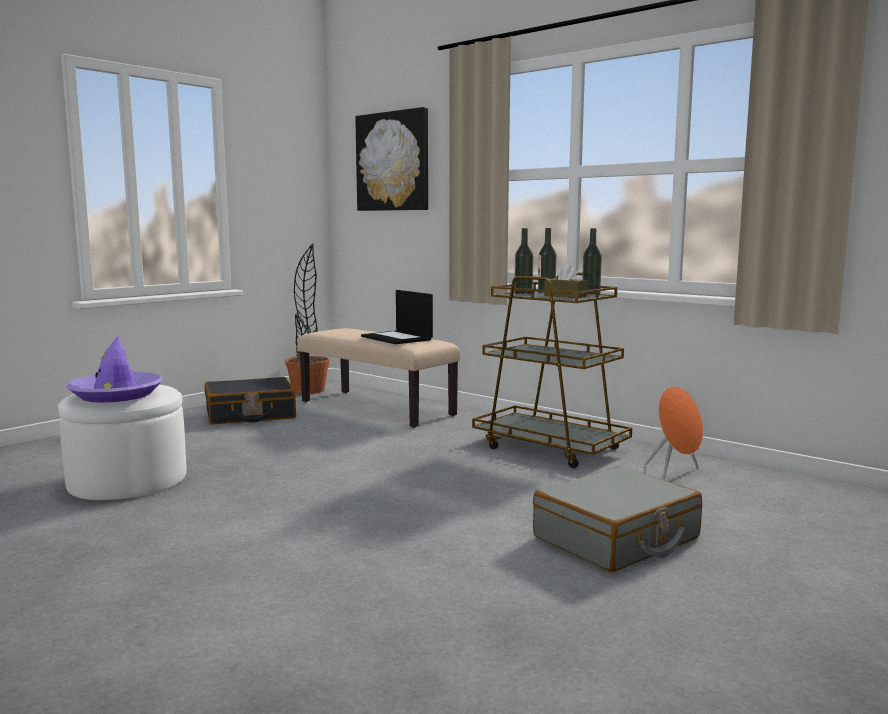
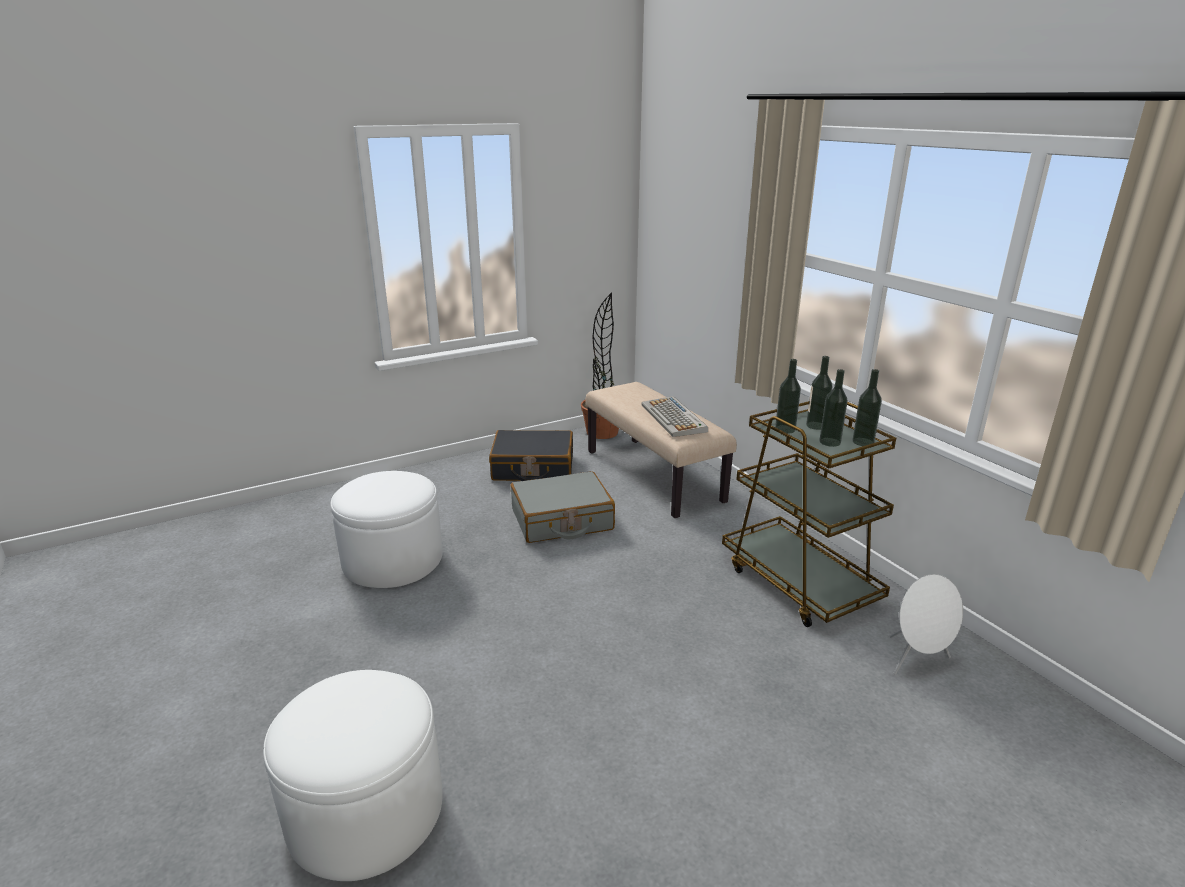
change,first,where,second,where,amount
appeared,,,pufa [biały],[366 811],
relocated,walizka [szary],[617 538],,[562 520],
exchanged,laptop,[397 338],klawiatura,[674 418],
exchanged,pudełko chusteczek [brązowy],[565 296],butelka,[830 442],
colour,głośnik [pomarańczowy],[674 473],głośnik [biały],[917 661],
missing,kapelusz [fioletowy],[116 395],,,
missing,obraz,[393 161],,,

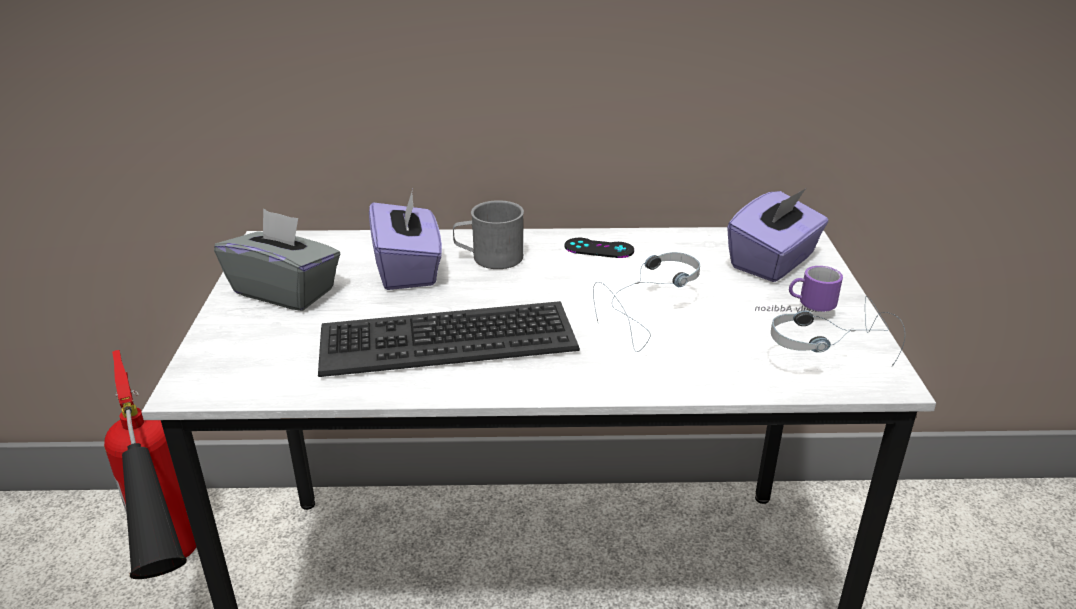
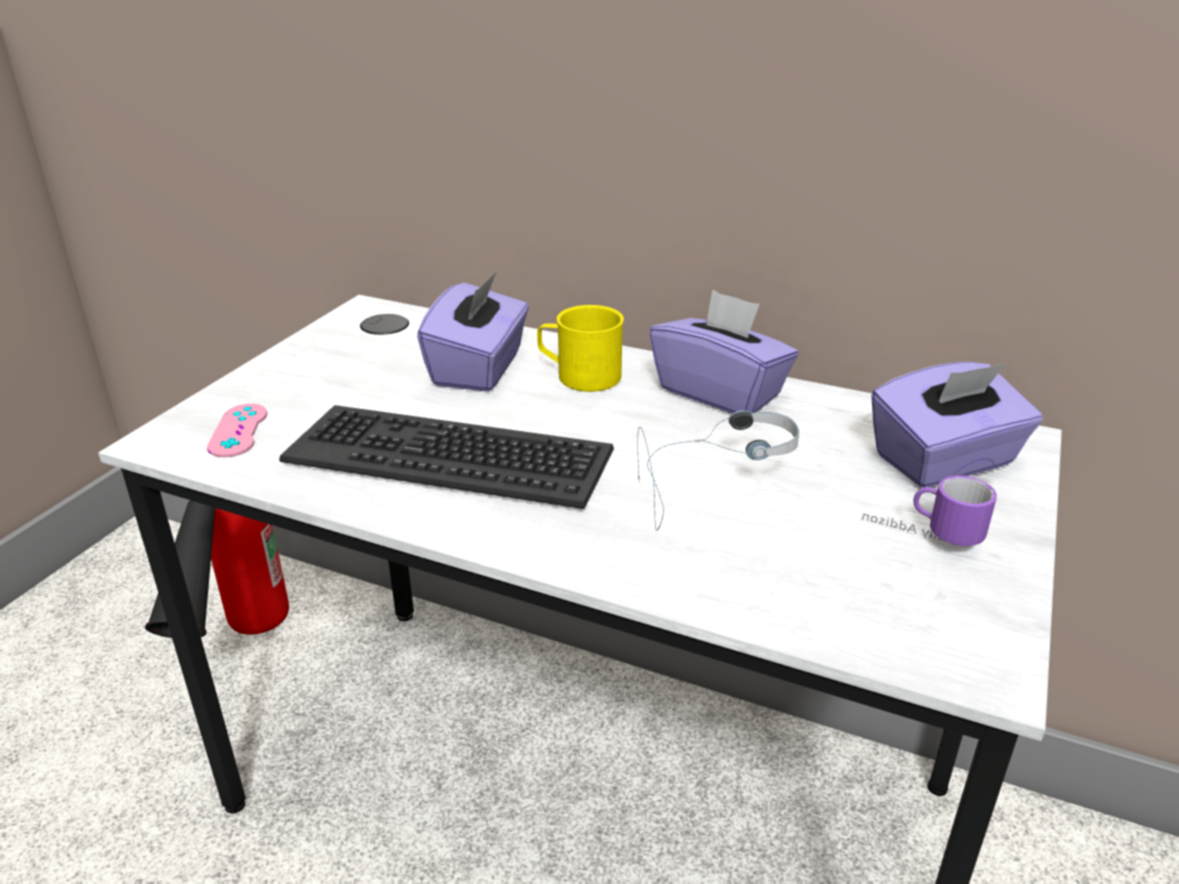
change,first,where,second,where,amount
appeared,,,pad do gier [różowy],[238 431],
colour,kubek [szary],[489 258],kubek [żółty],[579 375],
exchanged,pad do gier [czarny],[599 248],pudełko chusteczek [fioletowy],[720 392],
missing,pudełko chusteczek [szary],[285 291],,,
missing,słuchawki,[820 351],,,

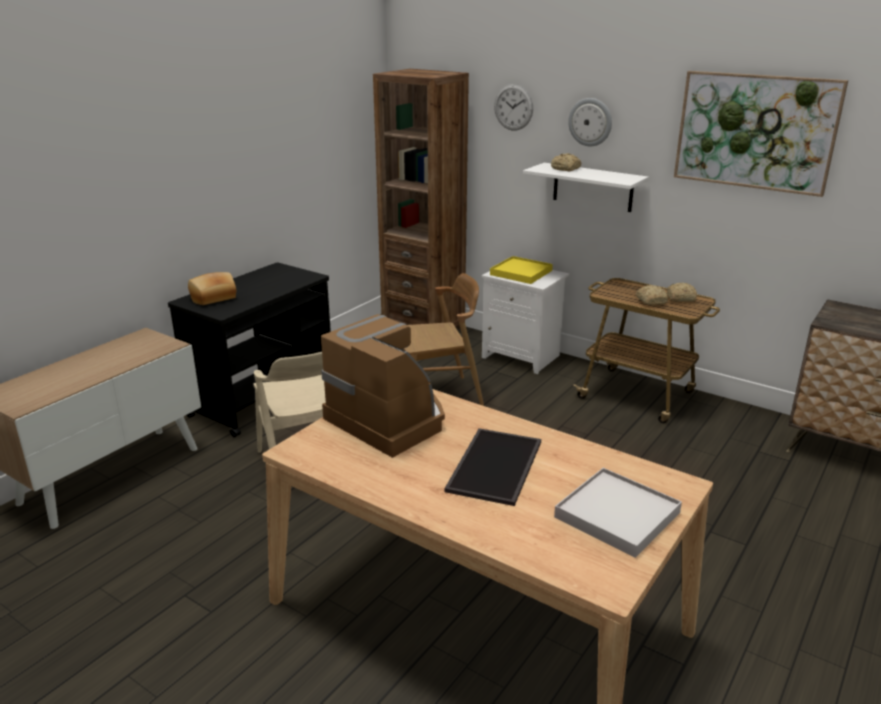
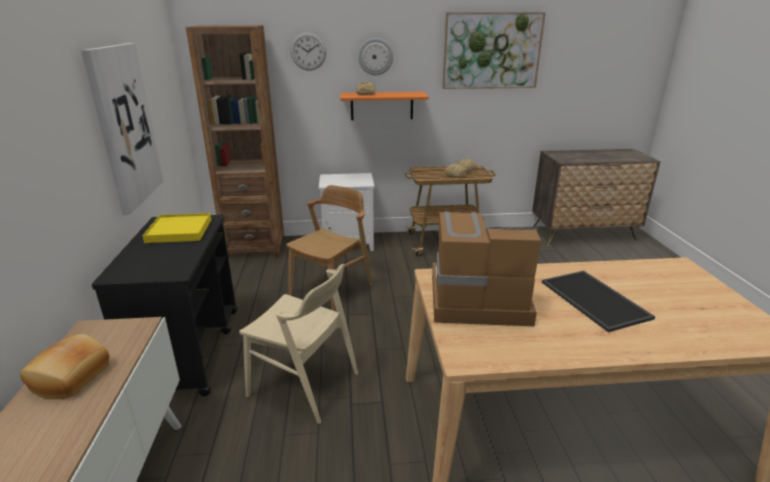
change,first,where,second,where,amount
relocated,chleb,[213 298],,[72 378],
appeared,,,obraz,[125 126],
relocated,taca [żółty],[521 272],,[179 231],
colour,półka [biały],[592 187],półka [pomarańczowy],[382 106],
missing,taca [biały],[617 515],,,

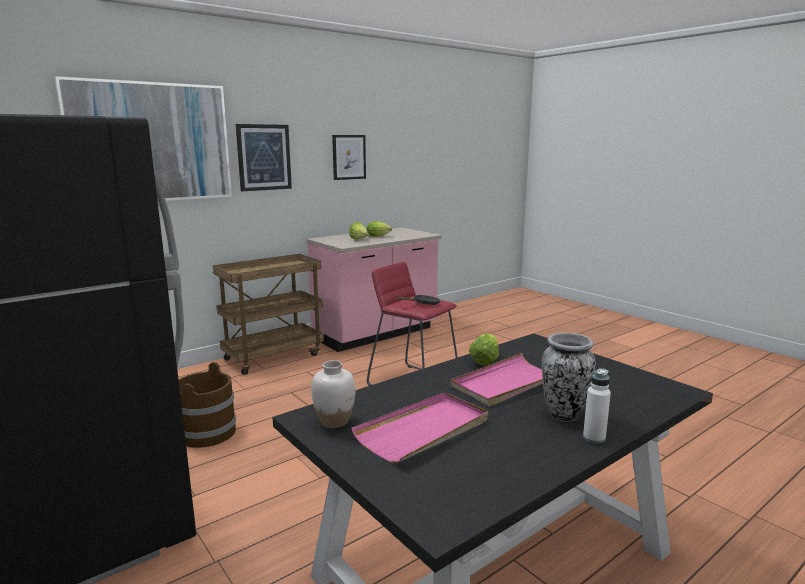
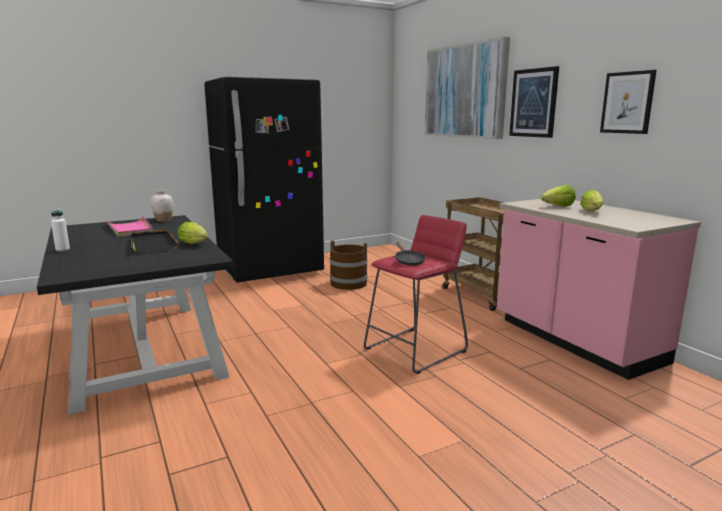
change,first,where,second,where,amount
colour,taca [różowy],[507 383],taca [czarny],[153 244],
missing,wazon,[564 414],,,

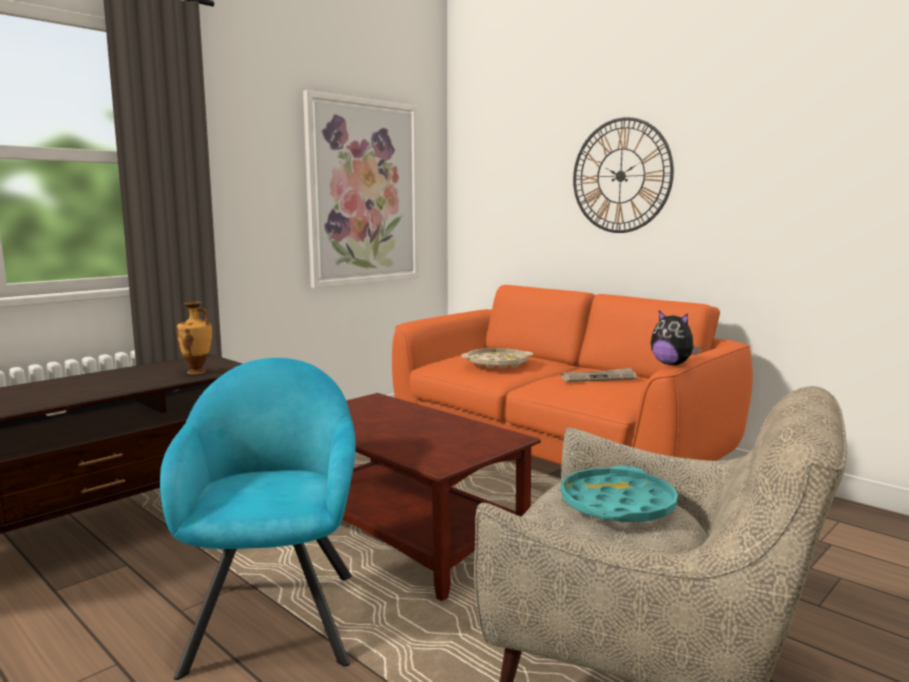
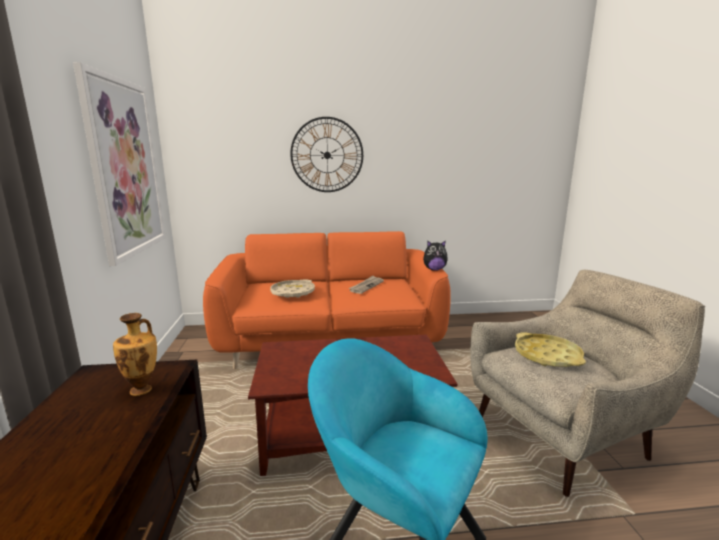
change,first,where,second,where,amount
colour,taca [turkusowy],[617 505],taca [żółty],[547 356],

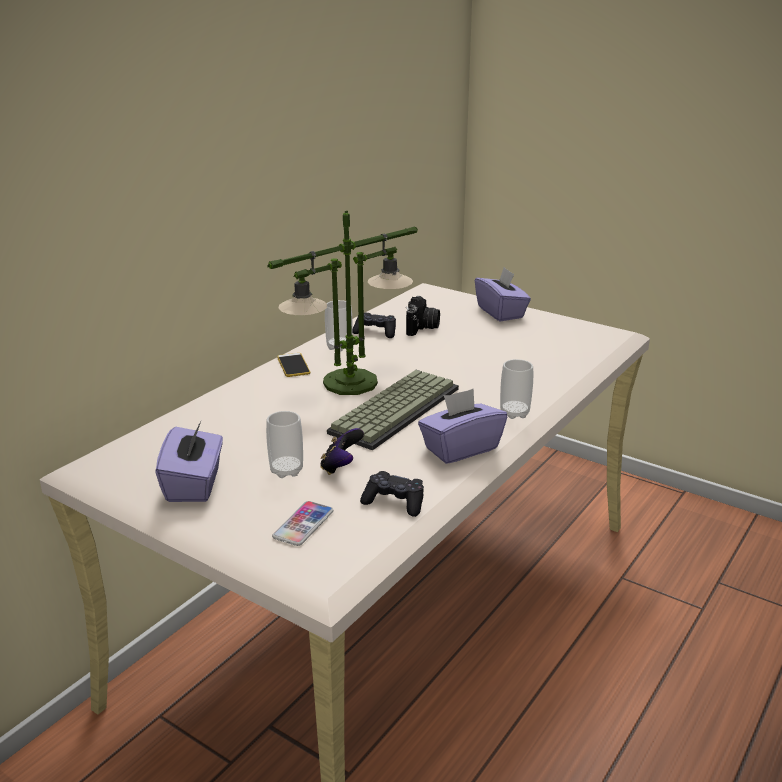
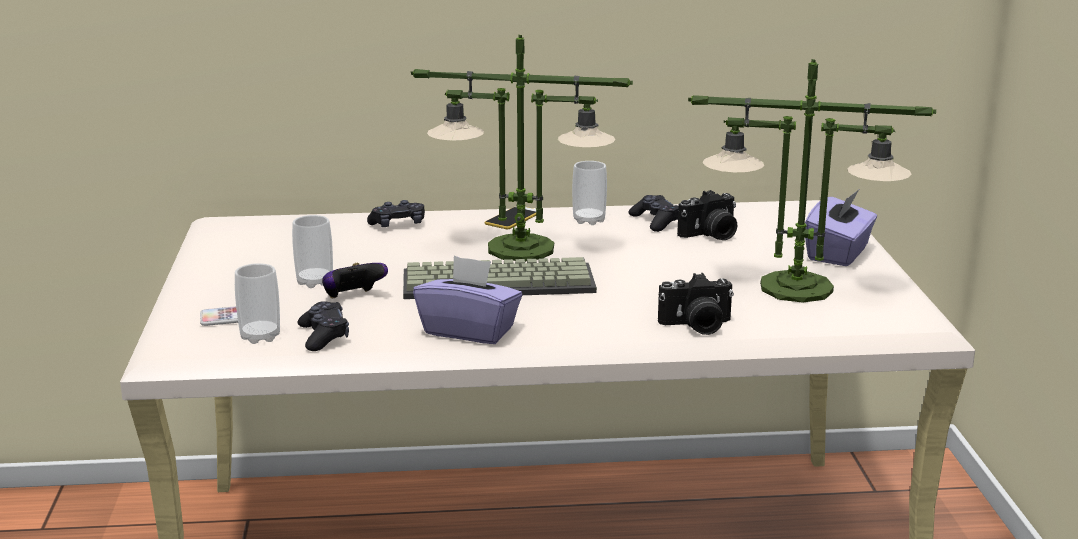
change,first,where,second,where,amount
relocated,filiżanka,[514 413],,[260 336],
appeared,,,pad do gier [czarny],[398 225],
appeared,,,aparat fotograficzny,[697 326],
appeared,,,lampa stołowa,[797 288],
missing,pudełko chusteczek [fioletowy],[194 484],,,

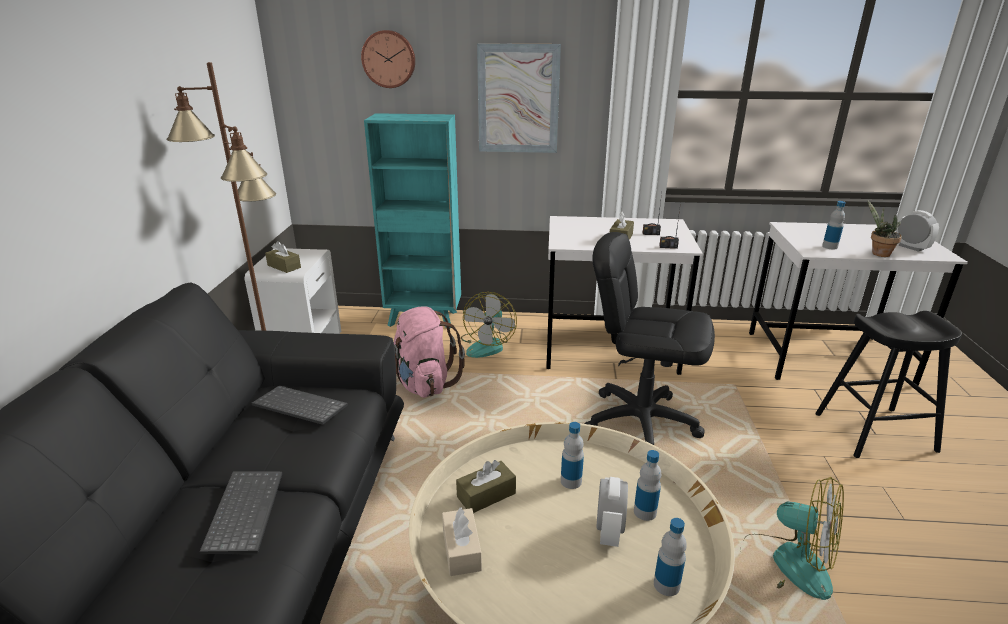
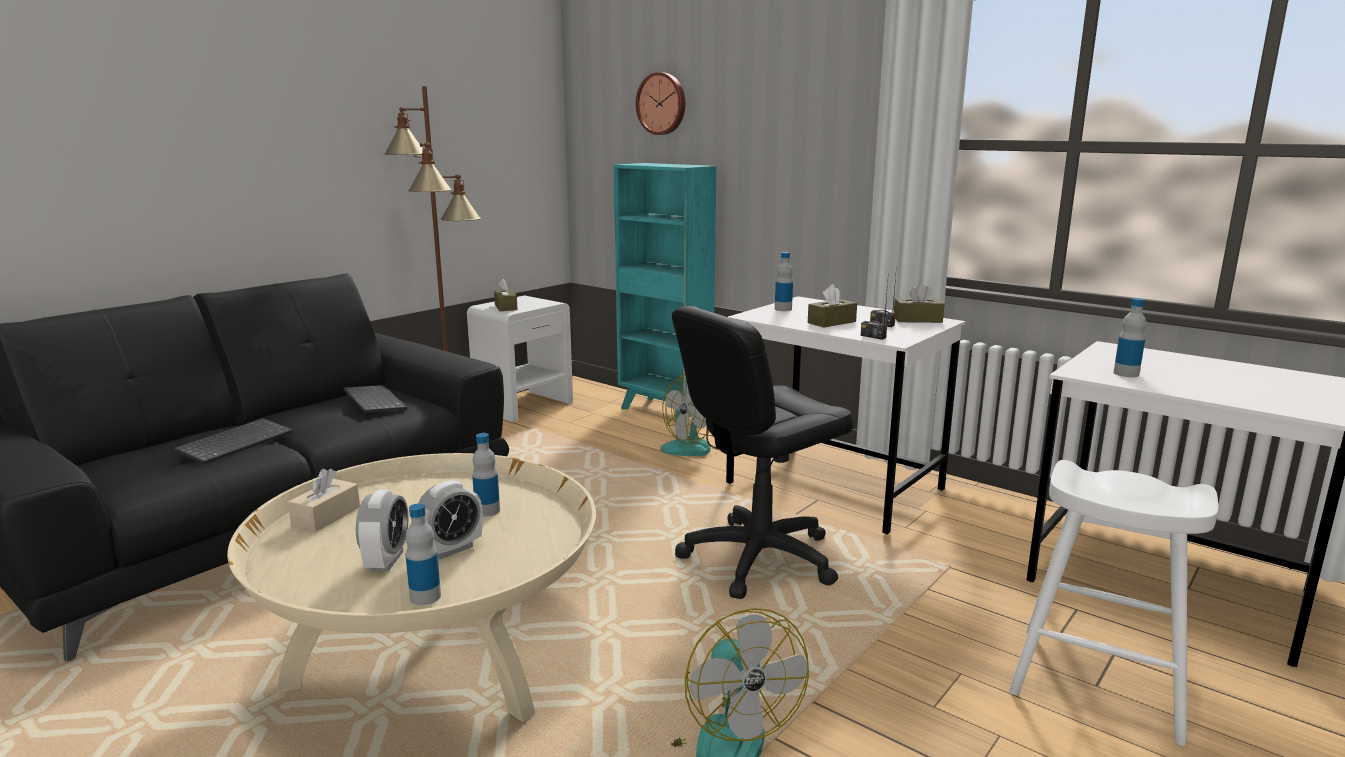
change,first,where,second,where,amount
relocated,budzik,[911 247],,[386 560],
spun,krzesło biurowe [czarny],[640 422],,[759 558],90 degrees counterclockwise
relocated,butelka,[645 512],,[783 309],
relocated,pudełko chusteczek [brązowy],[486 495],,[917 319],
colour,stołek [czarny],[875 432],stołek [biały],[1099 683],
missing,plecak [różowy],[424 384],,,
missing,obraz,[518 99],,,
missing,roślina doniczkowa,[877 253],,,

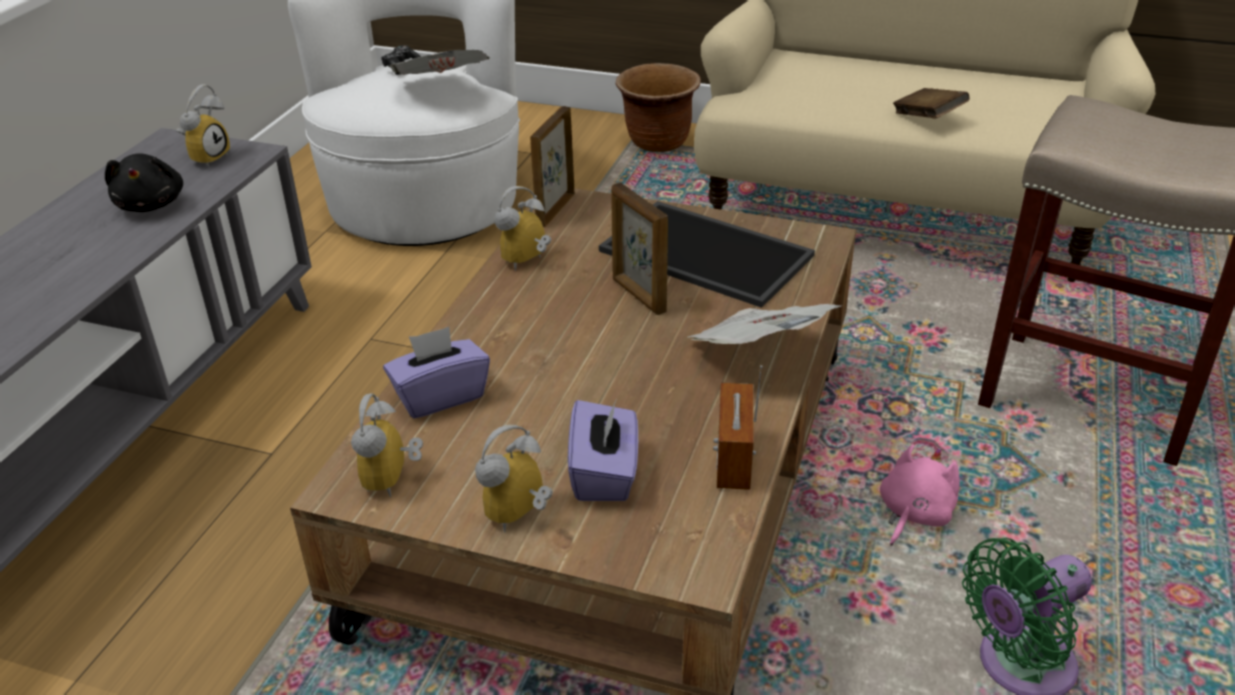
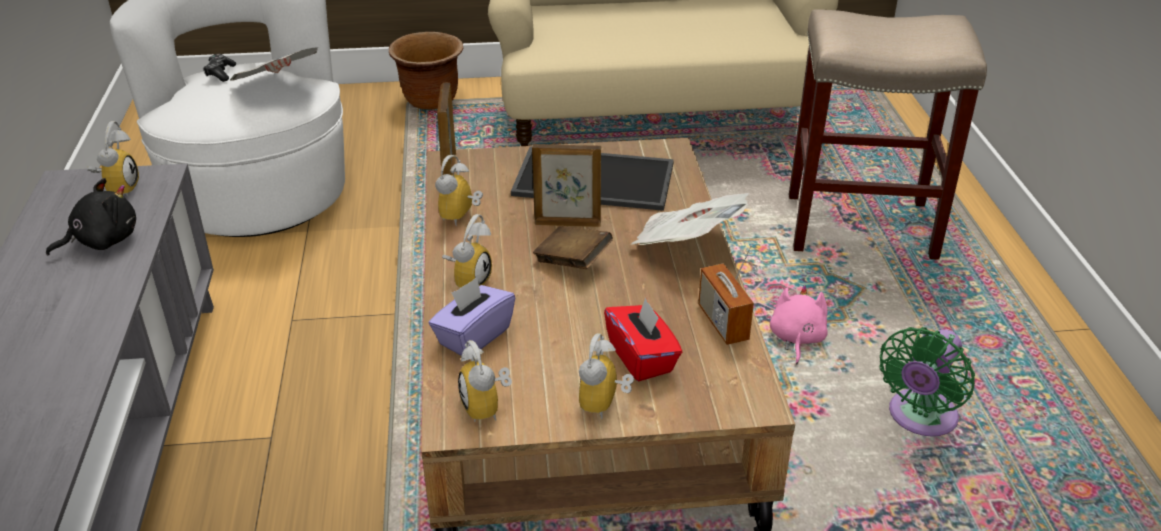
change,first,where,second,where,amount
spun,pluszak [czarny],[151 204],,[102 241],90 degrees counterclockwise
appeared,,,budzik,[468 280],
spun,ramka na zdjęcie,[638 295],,[567 223],150 degrees clockwise
relocated,książka [brązowy],[927 118],,[572 262],
colour,pudełko chusteczek [fioletowy],[604 474],pudełko chusteczek [czerwony],[642 358],

